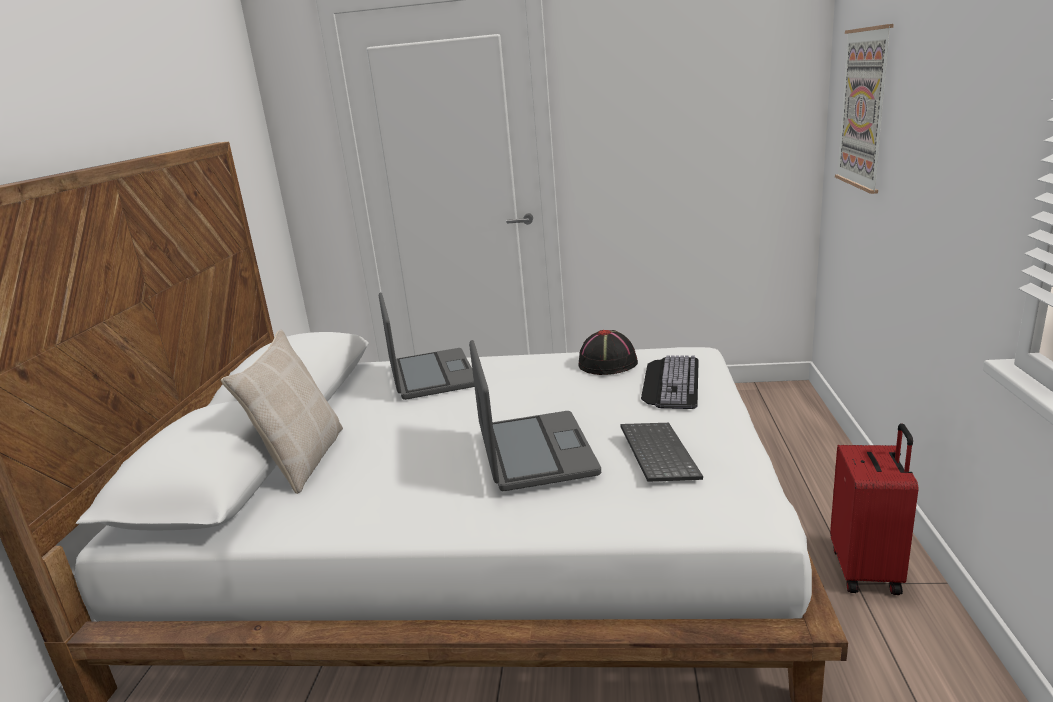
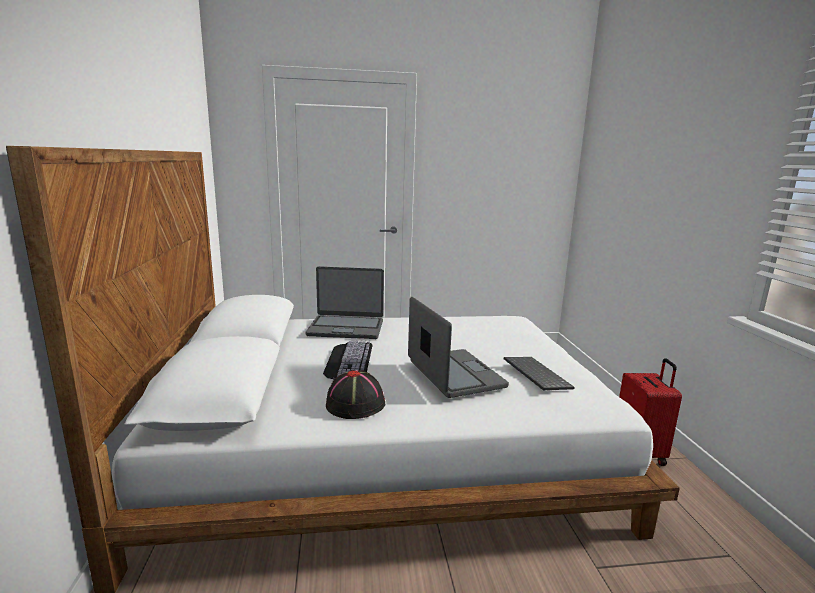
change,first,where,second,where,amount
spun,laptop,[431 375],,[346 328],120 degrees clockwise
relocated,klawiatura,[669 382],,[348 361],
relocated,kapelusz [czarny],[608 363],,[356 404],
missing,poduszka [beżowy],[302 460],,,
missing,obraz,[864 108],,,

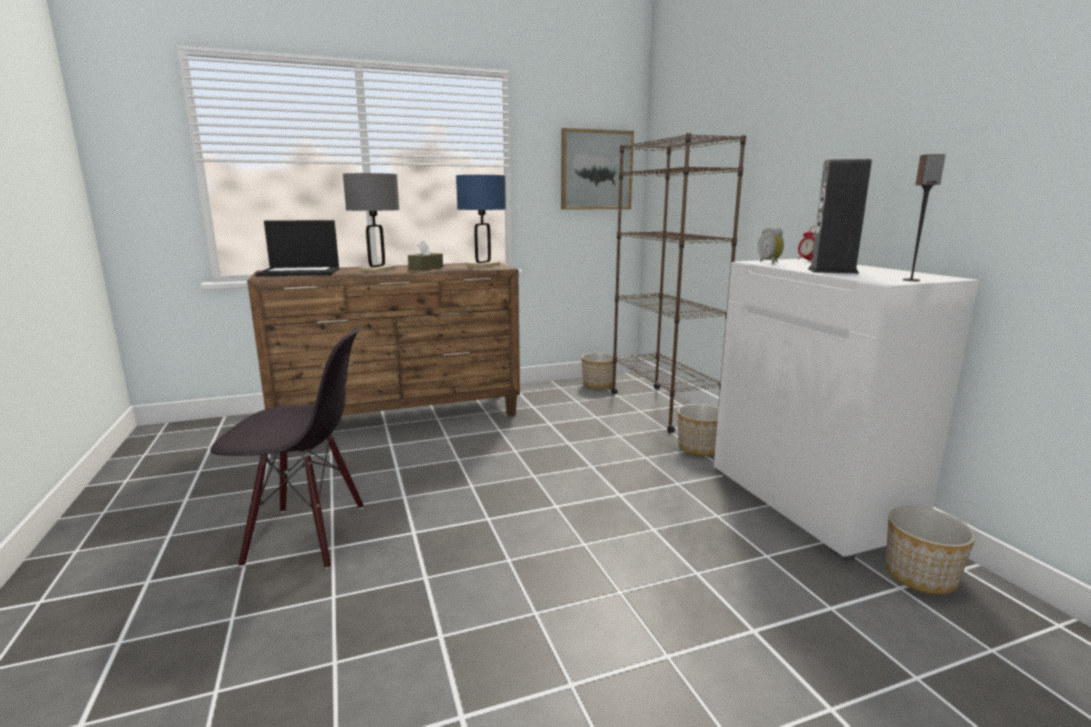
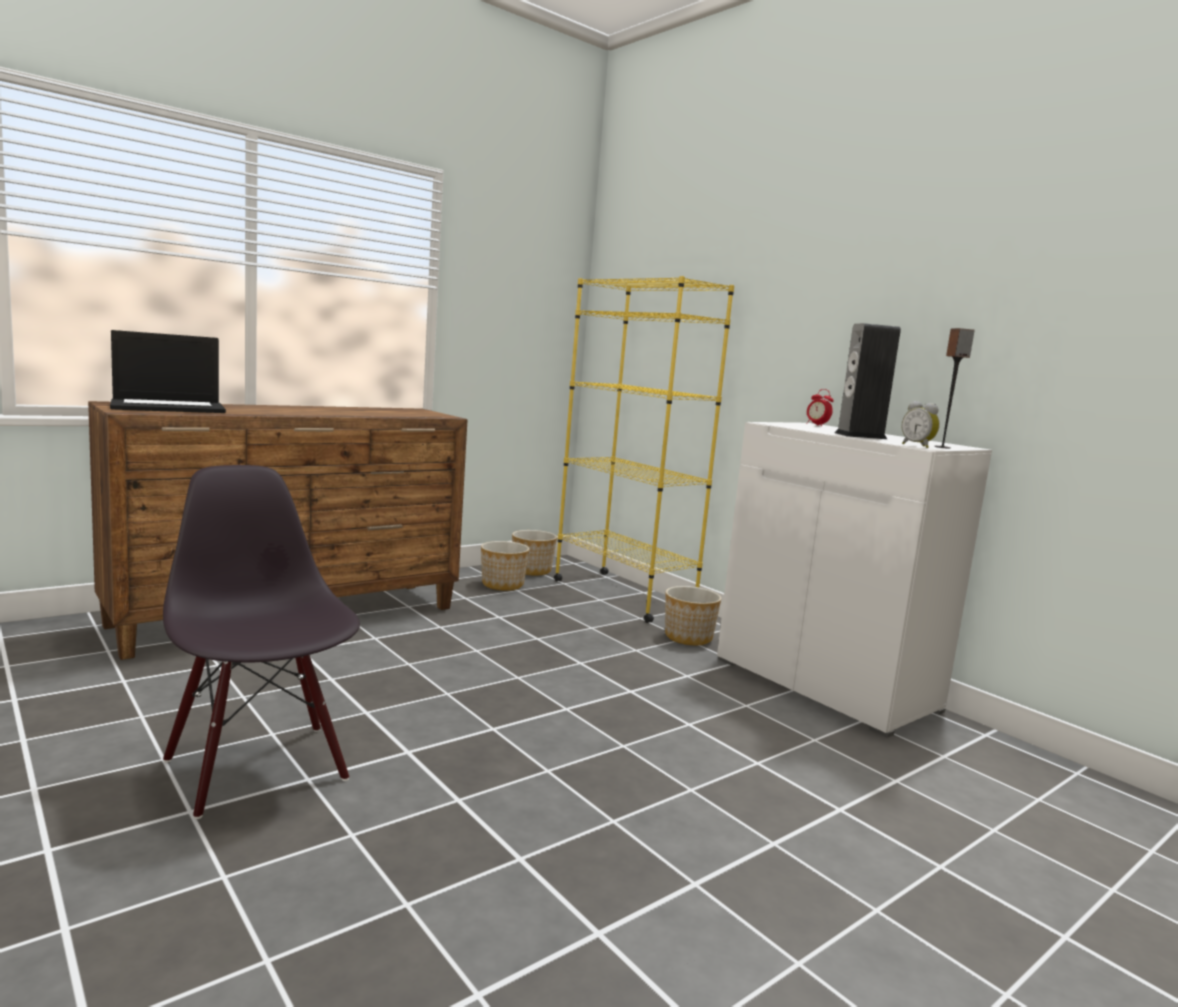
change,first,where,second,where,amount
spun,krzesło [czarny],[306 535],,[259 768],105 degrees counterclockwise
relocated,donica,[920 577],,[502 585],
colour,regał [brązowy],[662 408],regał [żółty],[623 595],
relocated,budzik,[770 262],,[918 446],
missing,lampa stołowa [szary],[377 269],,,
missing,pudełko chusteczek [brązowy],[426 268],,,
missing,lampa stołowa [niebieski],[483 265],,,
missing,obraz,[596 170],,,

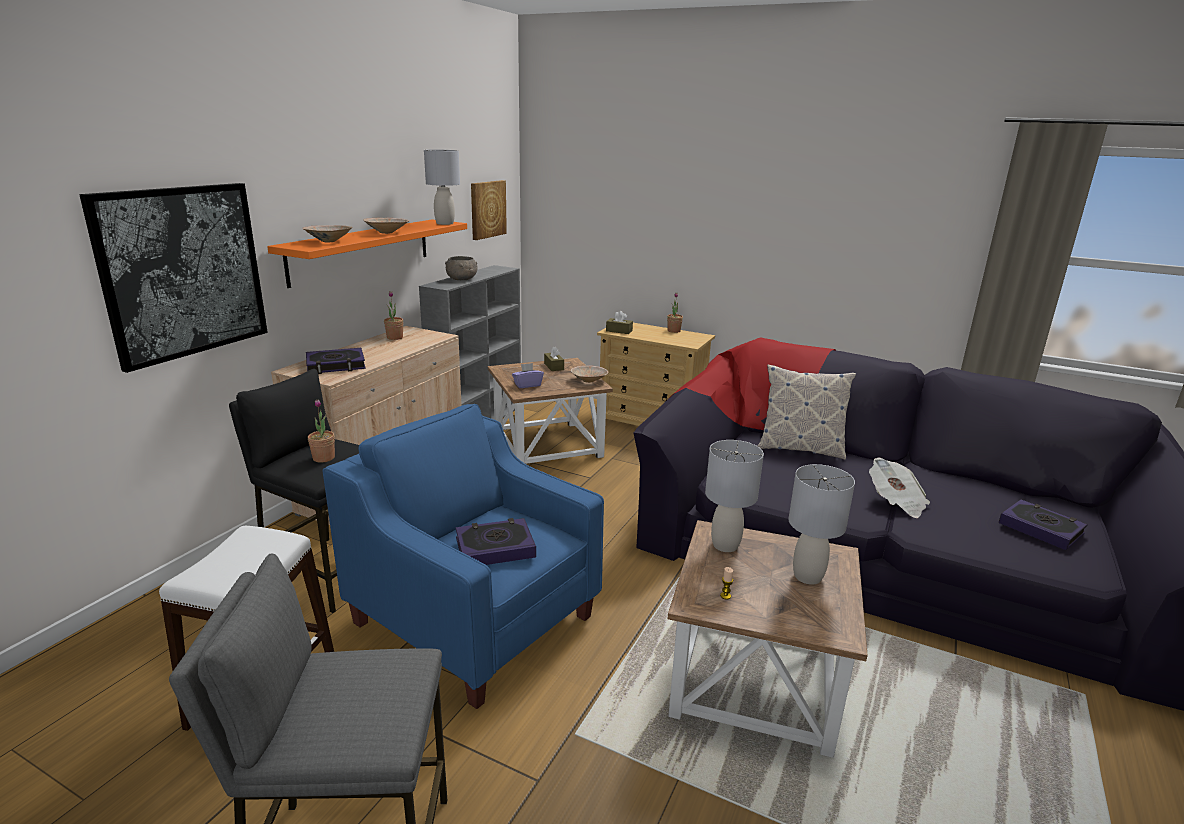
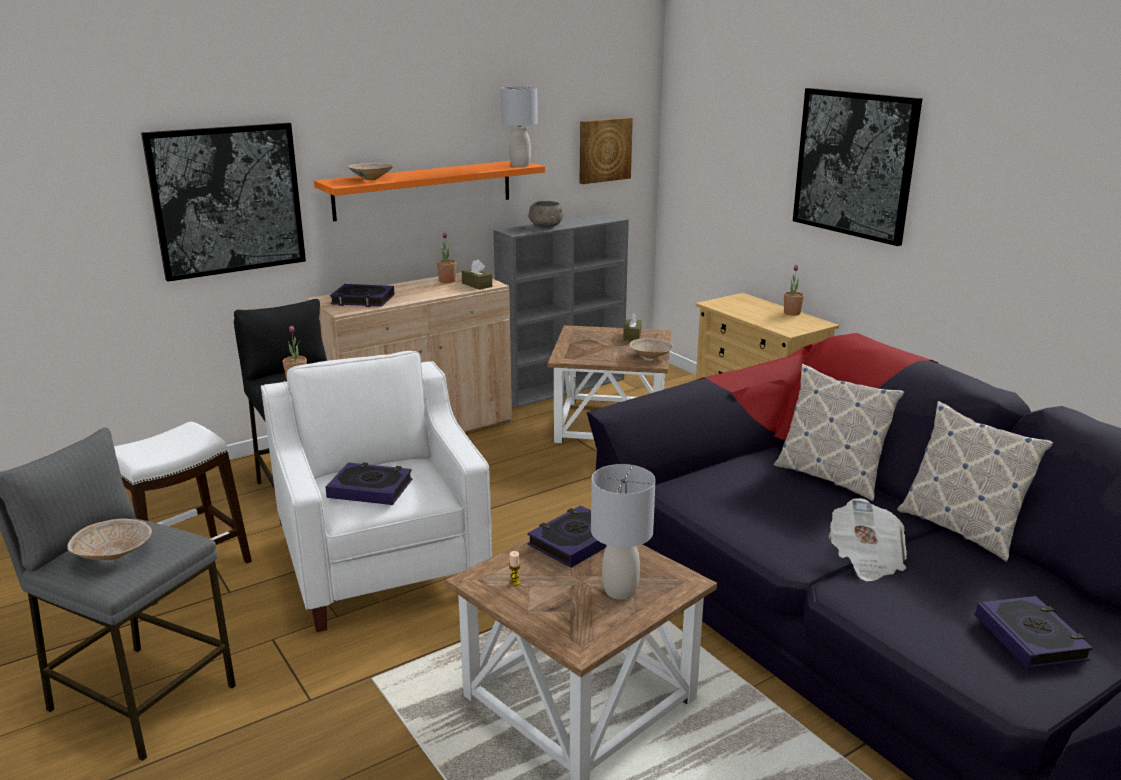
change,first,where,second,where,amount
relocated,miska [beżowy],[387 232],,[115 555],
colour,fotel [niebieski],[474 619],fotel [biały],[382 563],
relocated,pudełko chusteczek [brązowy],[619 331],,[477 285],
exchanged,lampa stołowa [szary],[725 545],książka,[575 541],
appeared,,,obraz,[854 164],
appeared,,,poduszka,[961 529],
missing,pudełko chusteczek [fioletowy],[527 385],,,

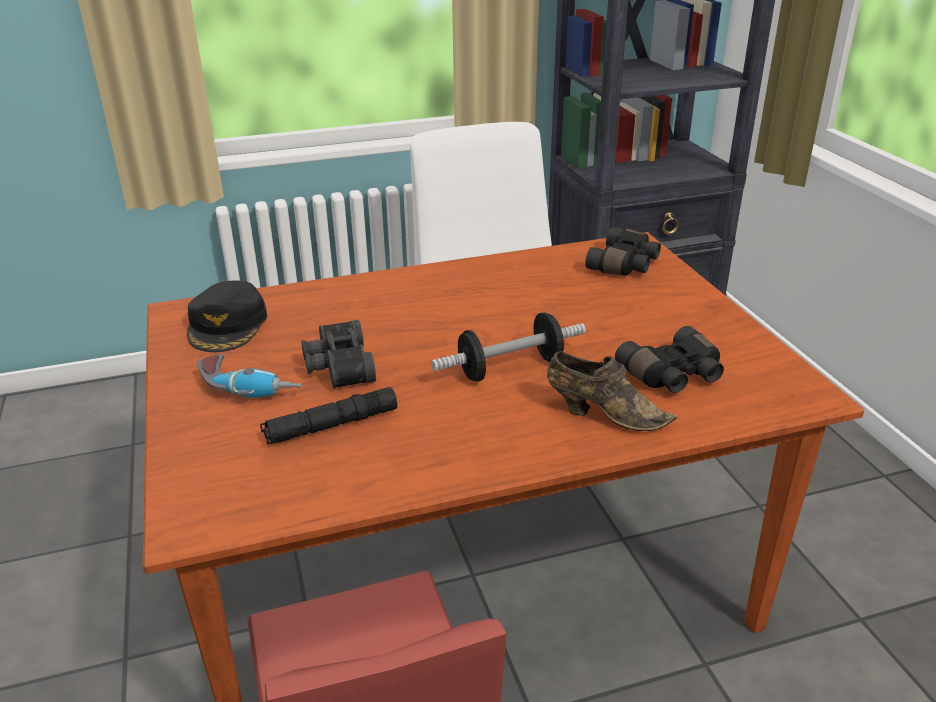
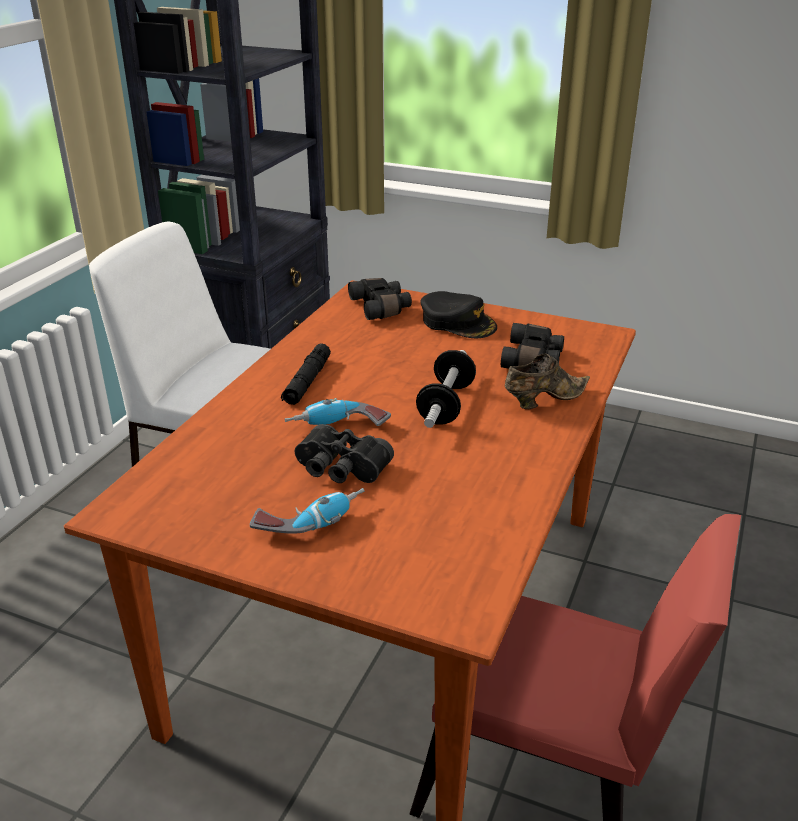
change,first,where,second,where,amount
relocated,latarka [czarny],[331 425],,[307 382],
appeared,,,wiertarka,[338 428],
relocated,czapka z daszkiem [czarny],[228 325],,[458 322],

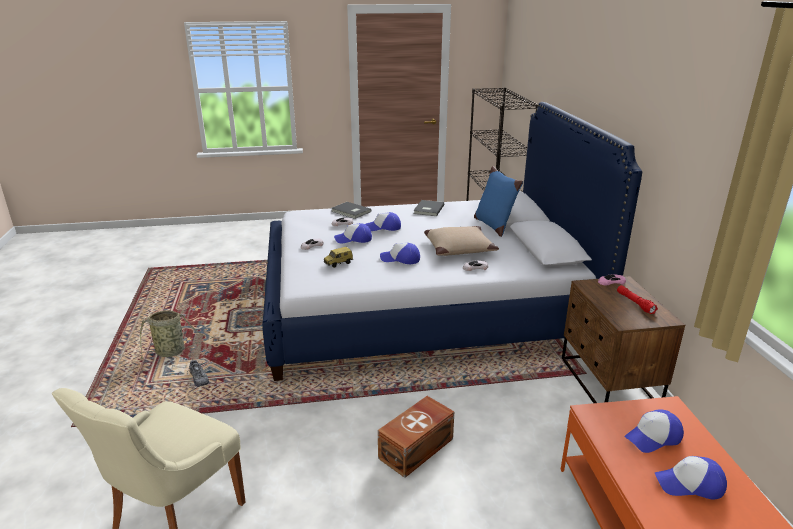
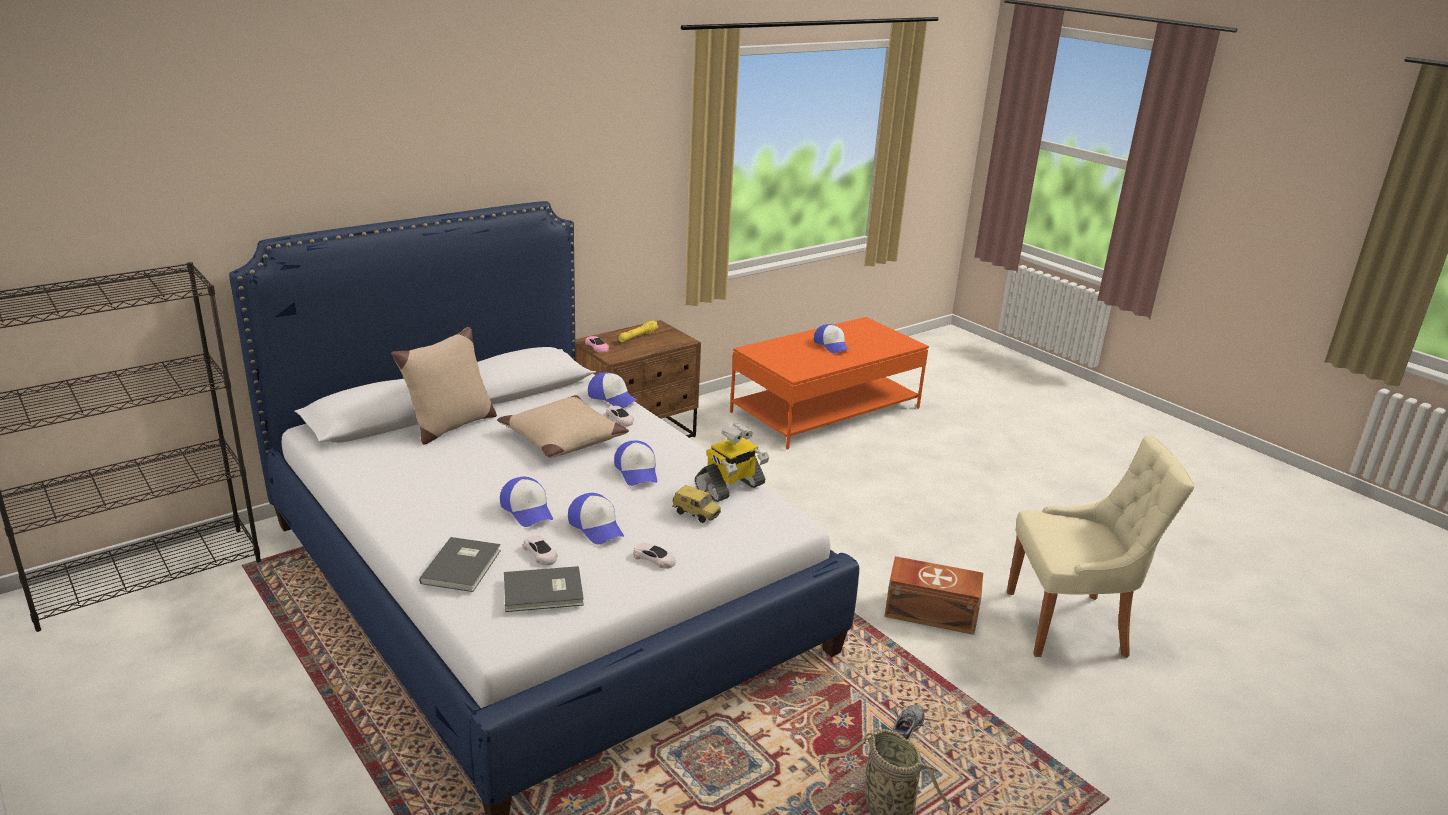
change,first,where,second,where,amount
colour,poduszka [niebieski],[494 225],poduszka [beżowy],[450 426],
relocated,książka [szary],[427 209],,[544 593],
relocated,czapka z daszkiem,[653 437],,[612 398],
colour,latarka [czerwony],[635 303],latarka [żółty],[637 336],
appeared,,,robot zabawkowy,[730 488],
relocated,pojemnik do przechowywania [brązowy],[417 448],,[929 611],

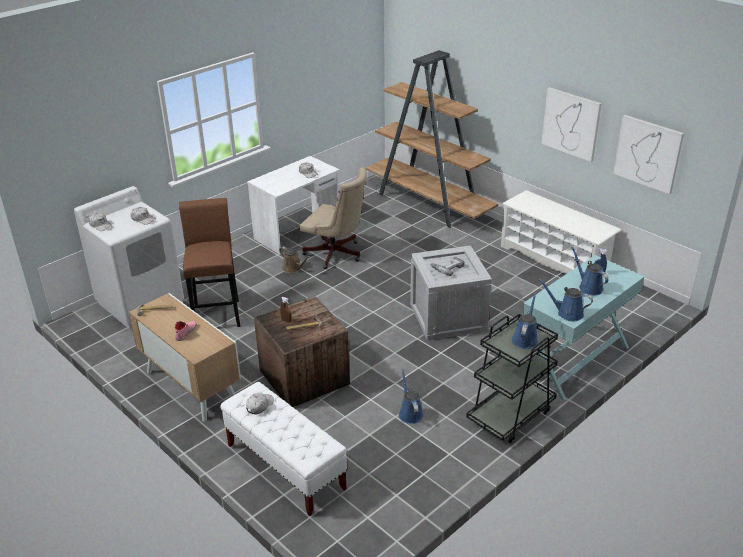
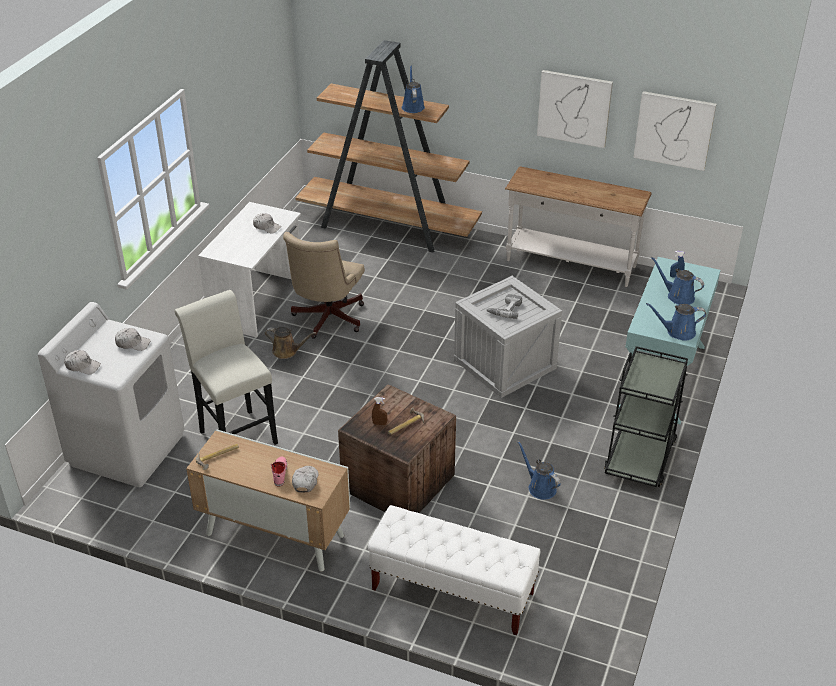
change,first,where,second,where,amount
colour,stołek [brązowy],[217 312],stołek [biały],[235 434],
spun,krzesło biurowe [beżowy],[336 255],,[326 320],105 degrees clockwise
relocated,czapka z daszkiem [biały],[259 405],,[305 481],
relocated,konewka [niebieski],[525 339],,[412 106],
exchanged,regał na buty [biały],[554 259],stolik konsolowy [biały],[570 264],

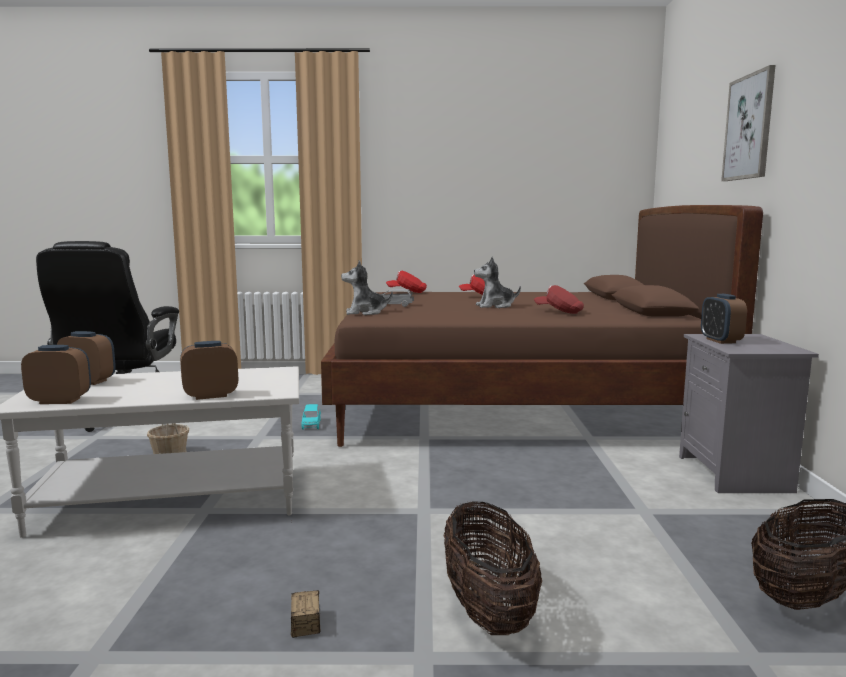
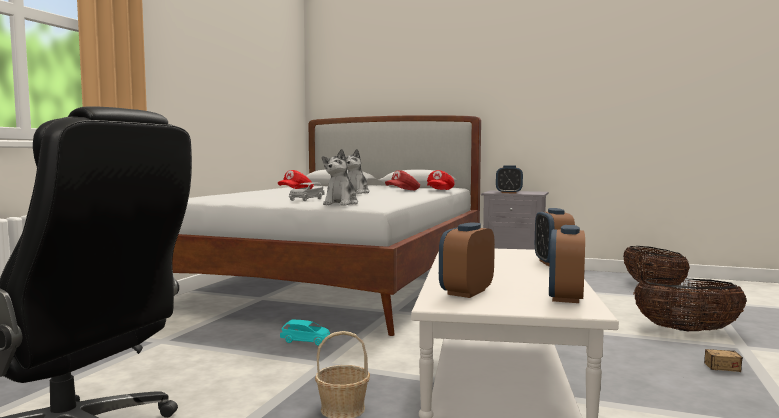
change,first,where,second,where,amount
colour,łóżko [brązowy],[512 407],łóżko [biały],[342 283],
relocated,czapka z daszkiem [czerwony],[407 292],,[439 190],
missing,obraz,[749 127],,,

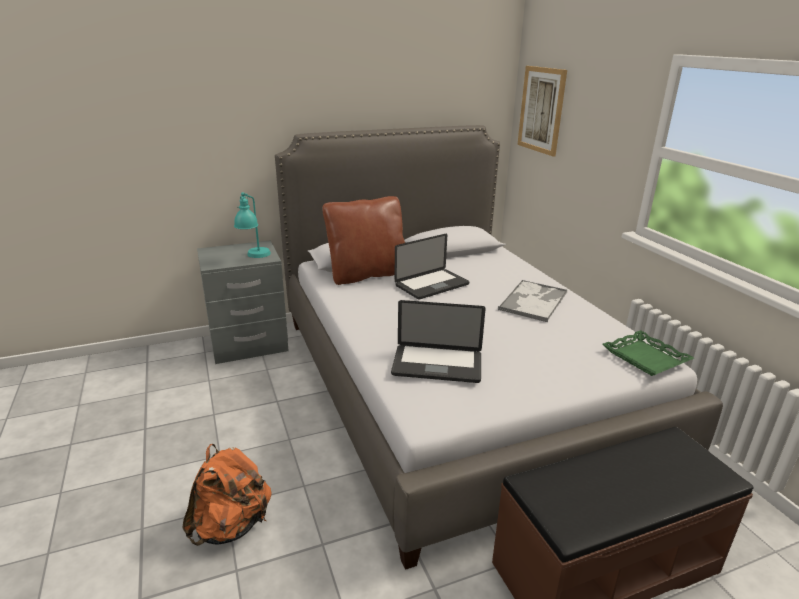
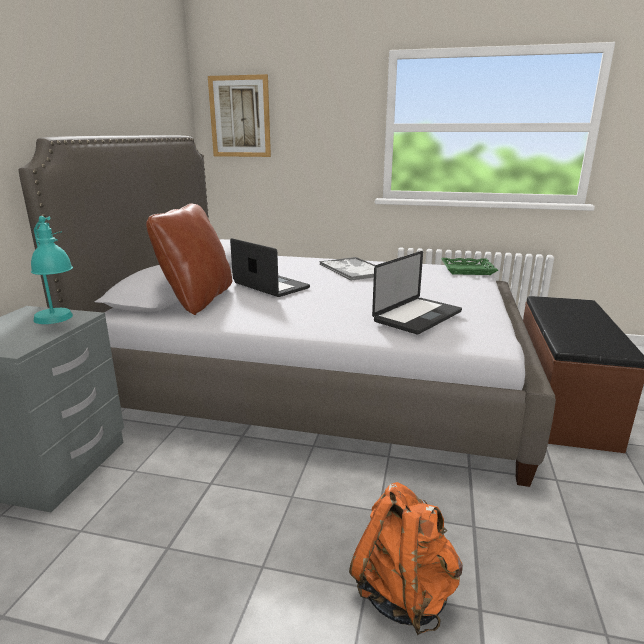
change,first,where,second,where,amount
spun,laptop,[432 285],,[270 285],45 degrees counterclockwise

